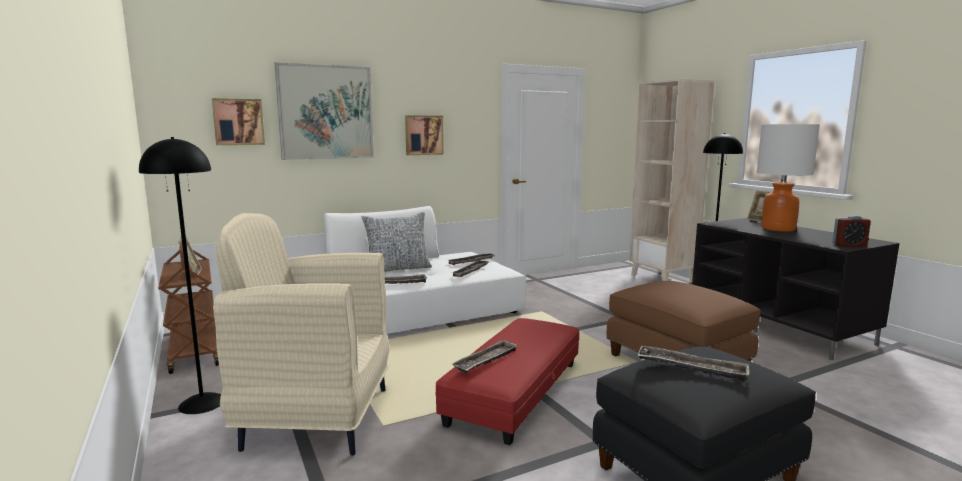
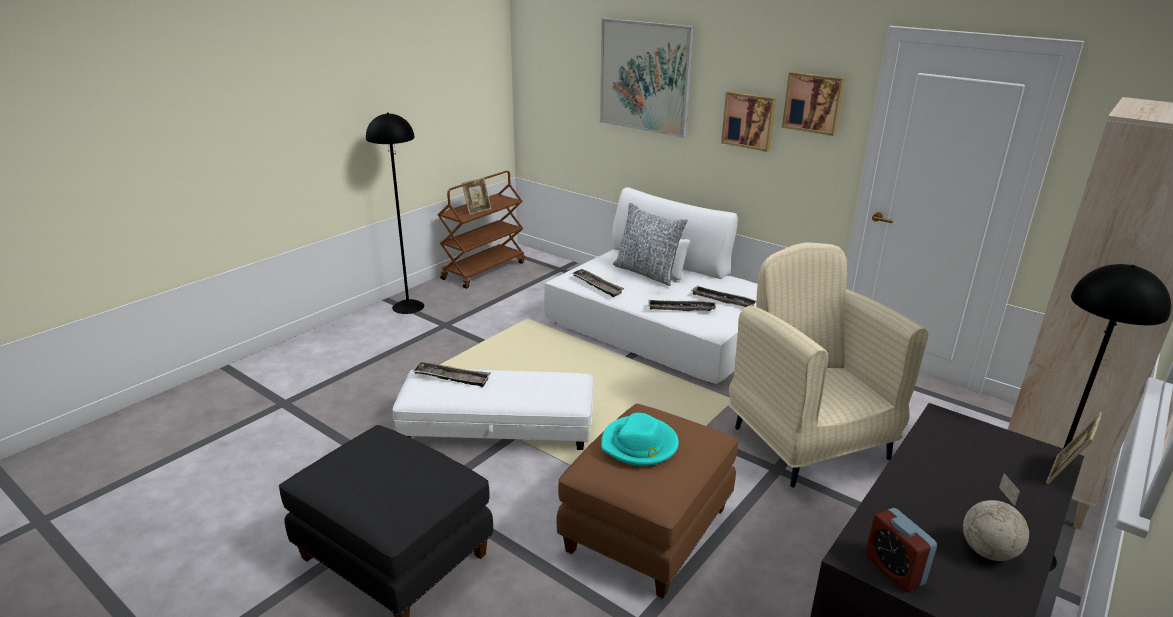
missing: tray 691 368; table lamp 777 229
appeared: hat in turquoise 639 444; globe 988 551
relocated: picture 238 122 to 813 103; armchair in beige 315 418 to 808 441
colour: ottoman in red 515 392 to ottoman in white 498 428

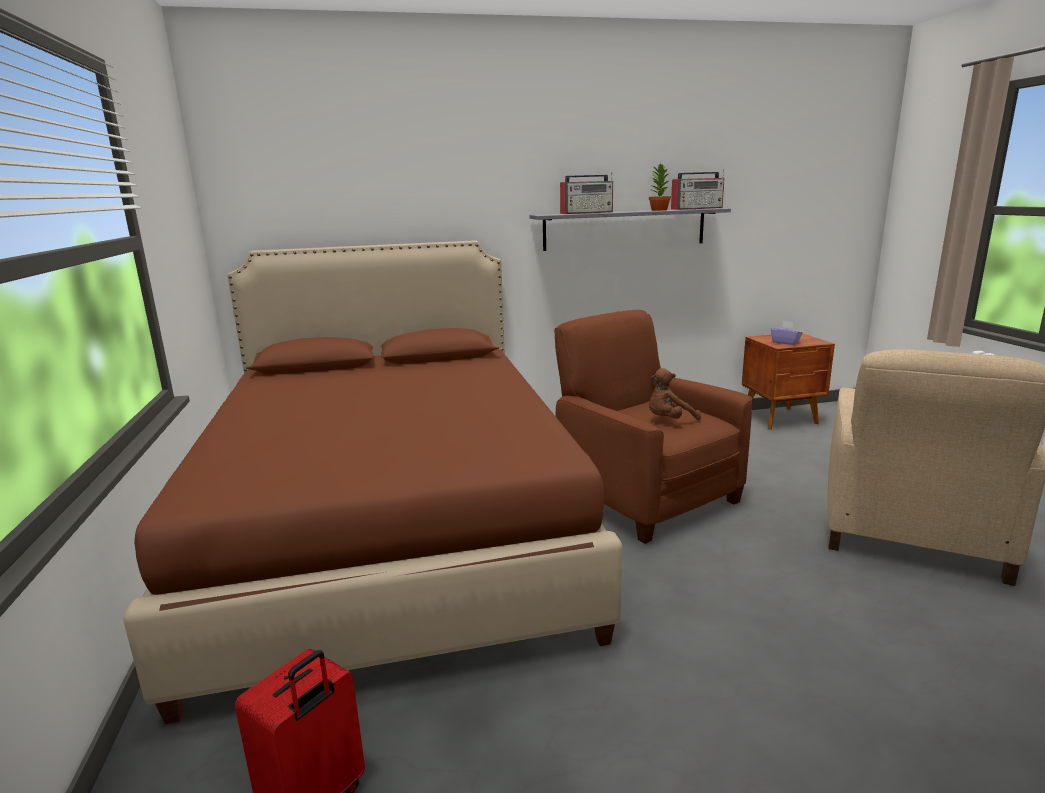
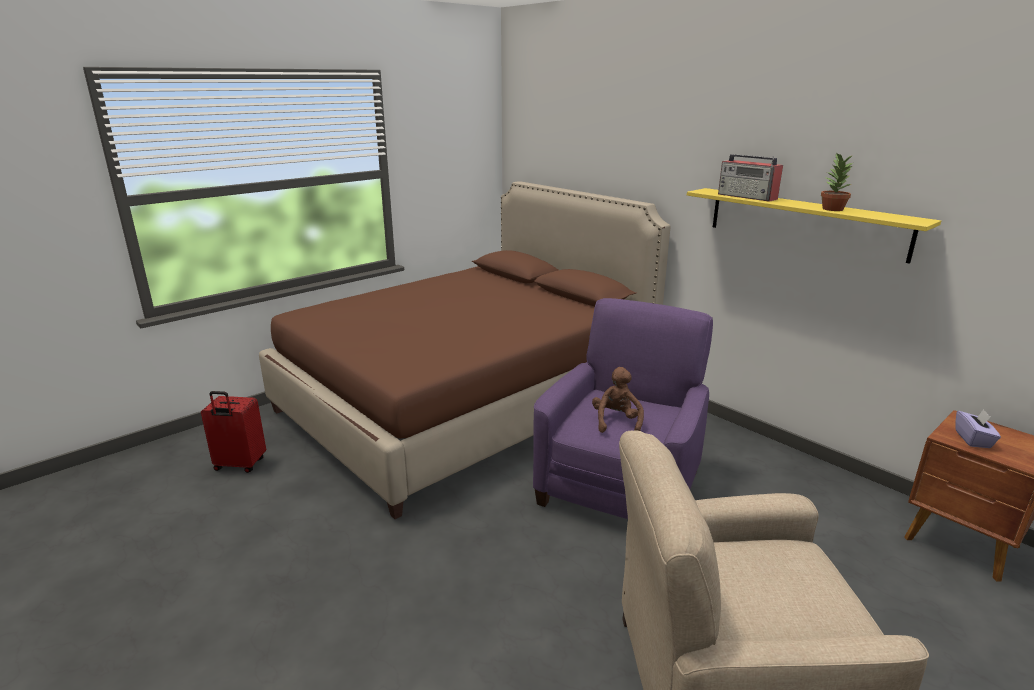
missing: radio 697 208
colour: shelf in grey 624 229 to shelf in yellow 804 222; armchair in brown 645 496 to armchair in purple 620 486
spun: plush toy in brown 669 420 = 616 422 60 degrees clockwise

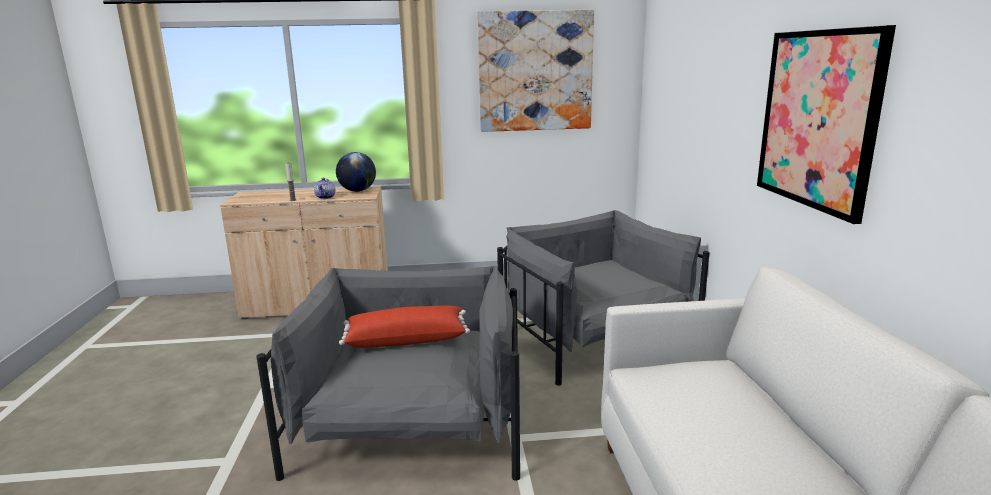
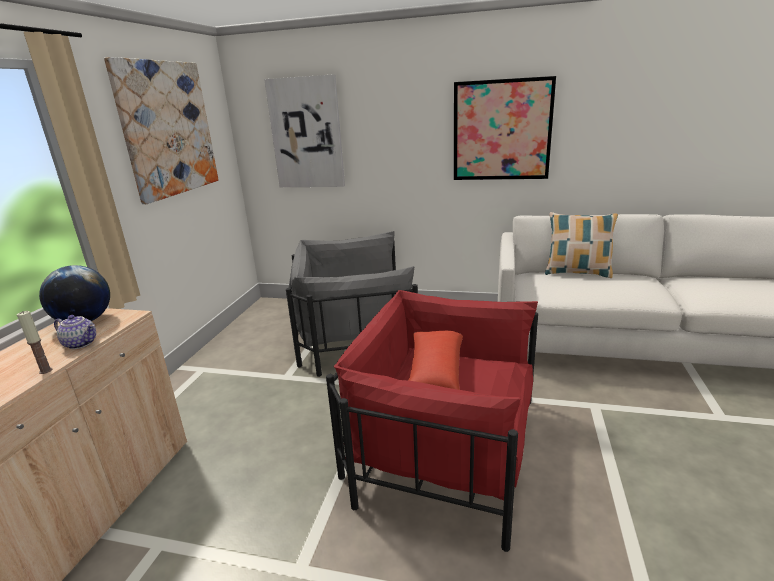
appeared: picture 306 133; pillow 577 273
colour: armchair in grey 412 423 to armchair in red 442 445

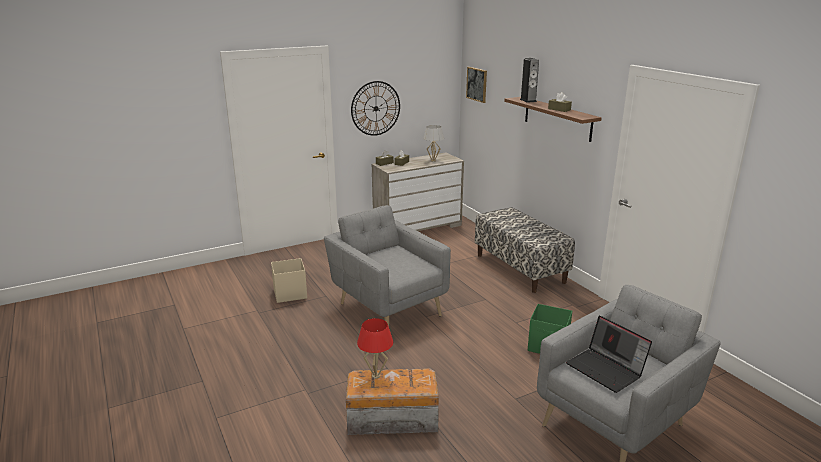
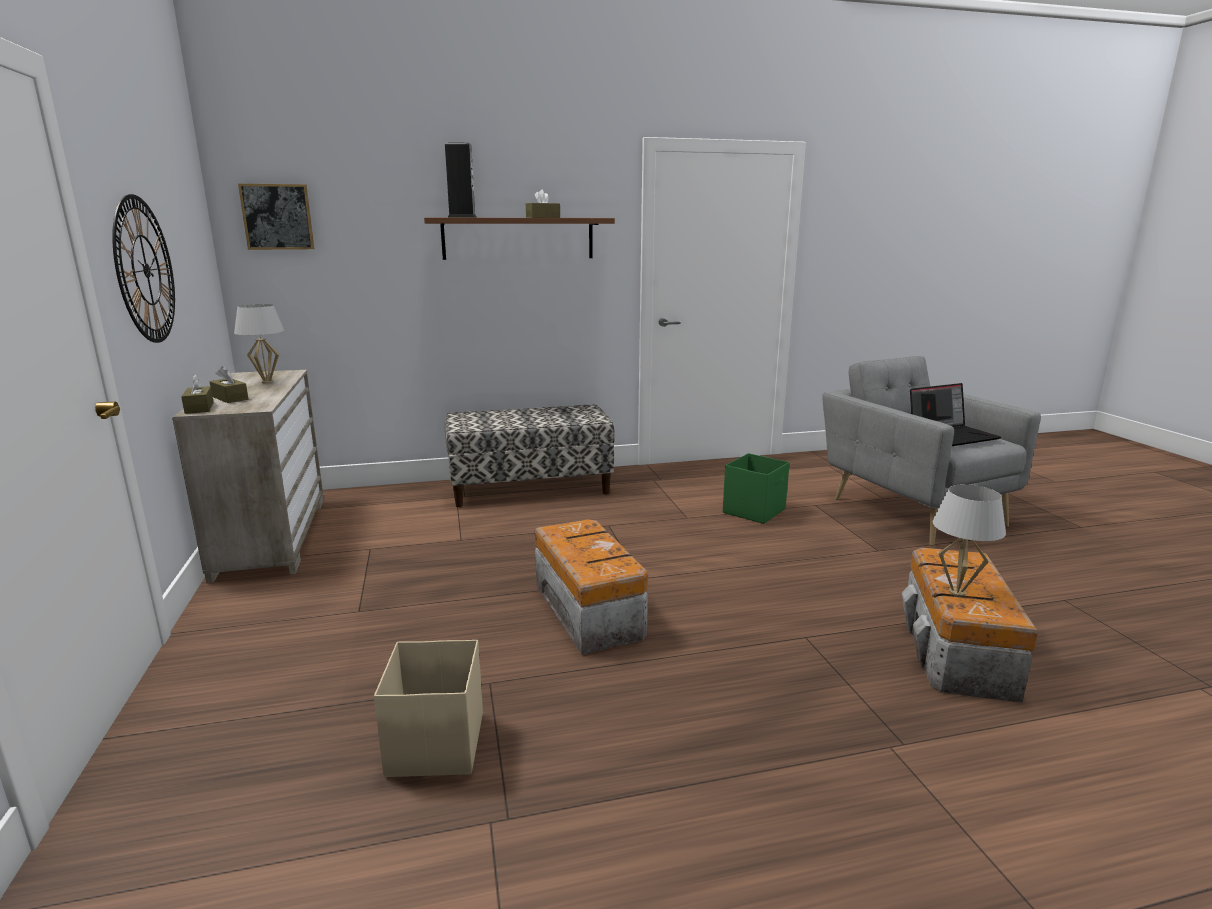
exchanged: armchair in grey 387 307 to storage box 588 610
colour: table lamp in red 376 376 to table lamp in white 957 592

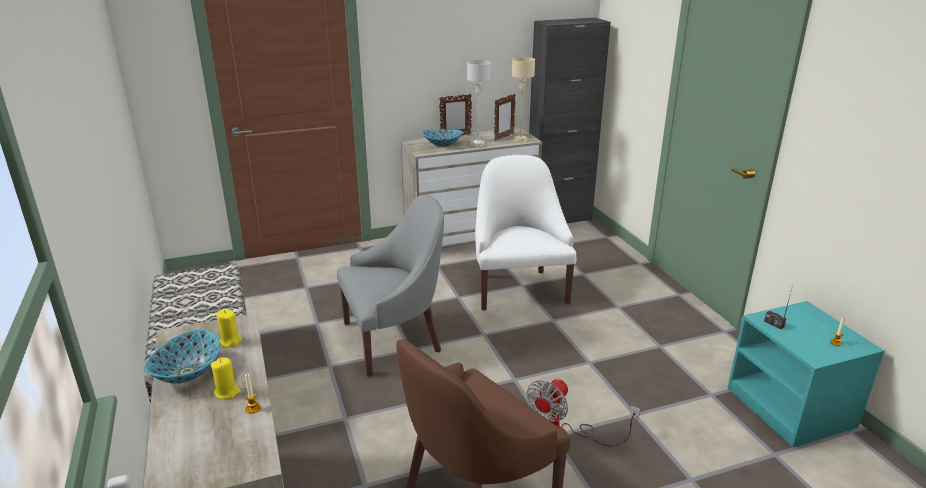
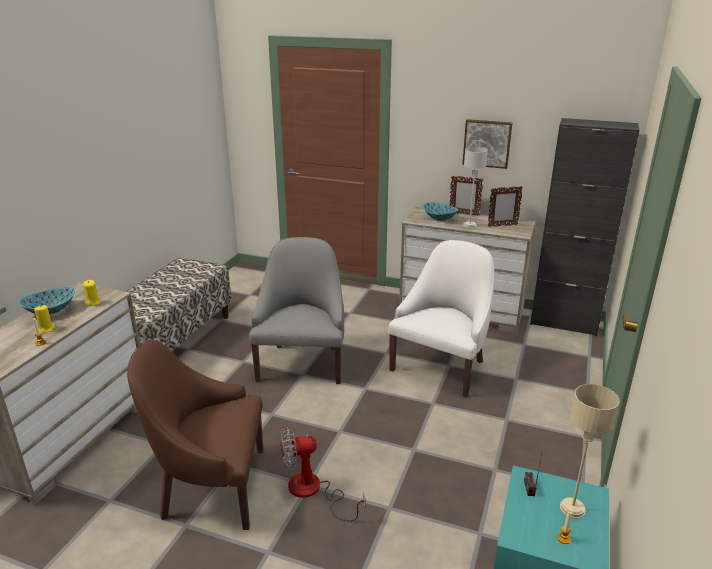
appeared: picture 487 143
relocated: table lamp in beige 520 139 to 572 508
spun: armchair in grey 394 339 = 302 363 105 degrees counterclockwise

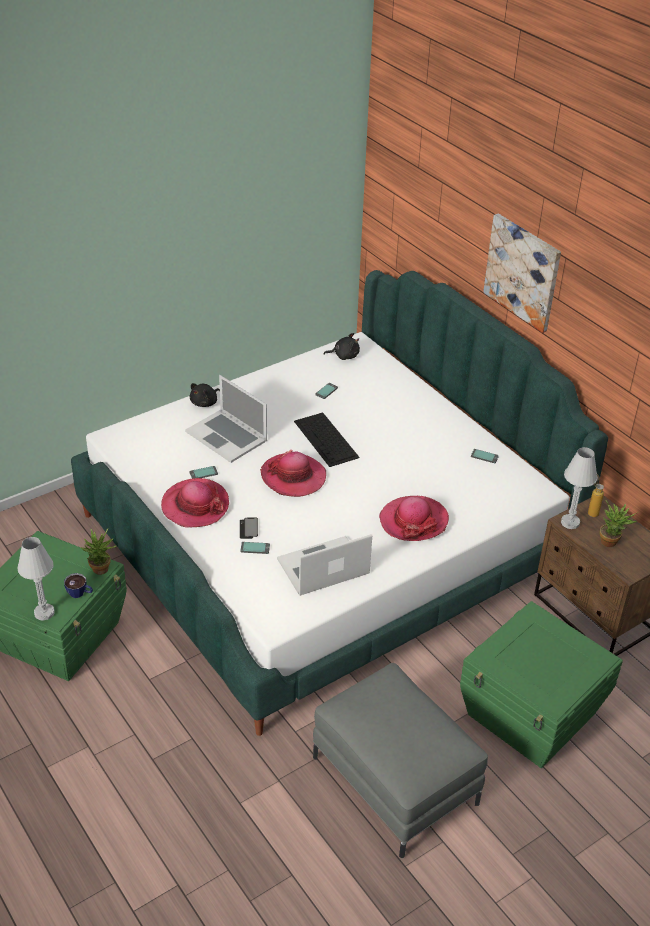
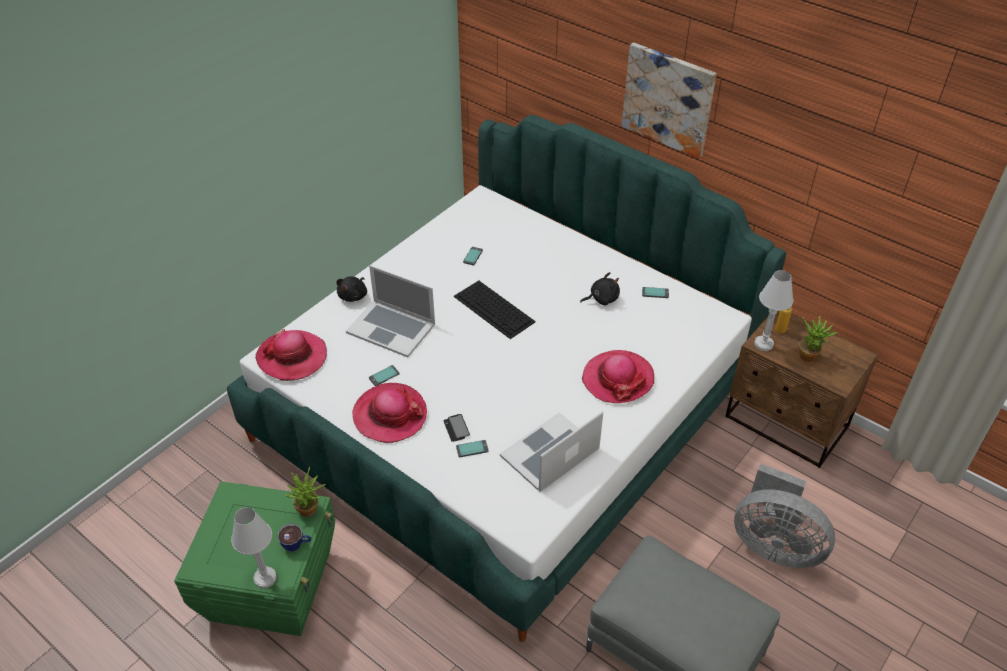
relocated: hat 293 477 to 292 357; plush toy in black 344 356 to 602 299
exchanged: storage box in green 531 716 to fan in grey 773 545

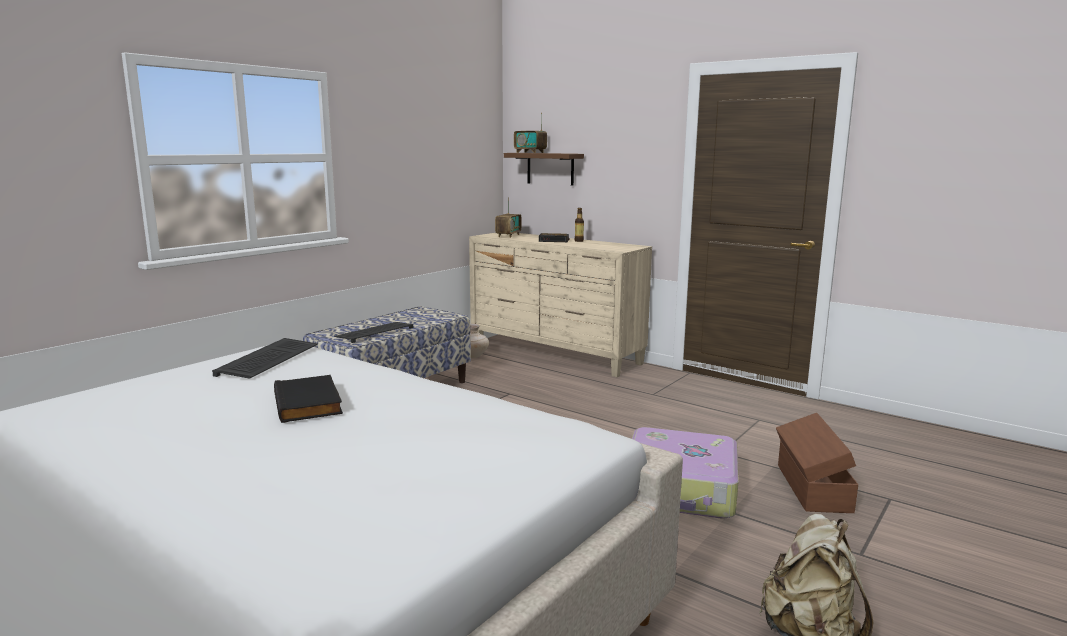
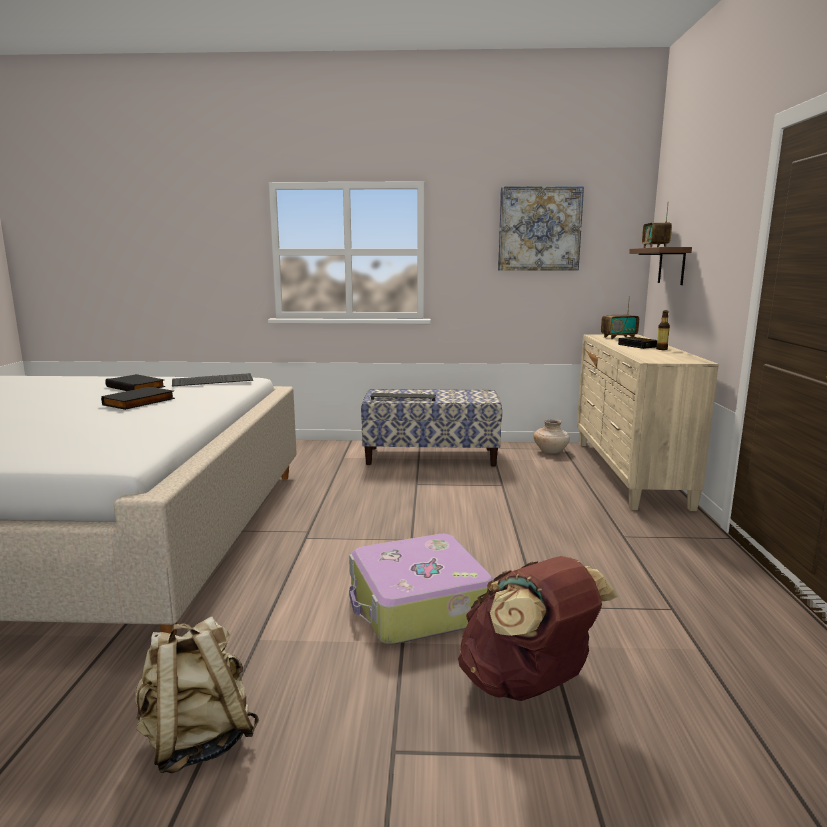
appeared: book in black 137 387; picture 539 229
exchanged: storage box in brown 812 488 to backpack in brown 527 684

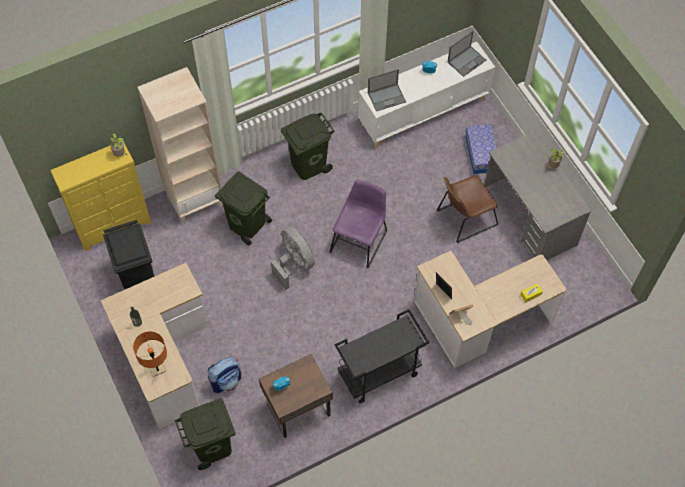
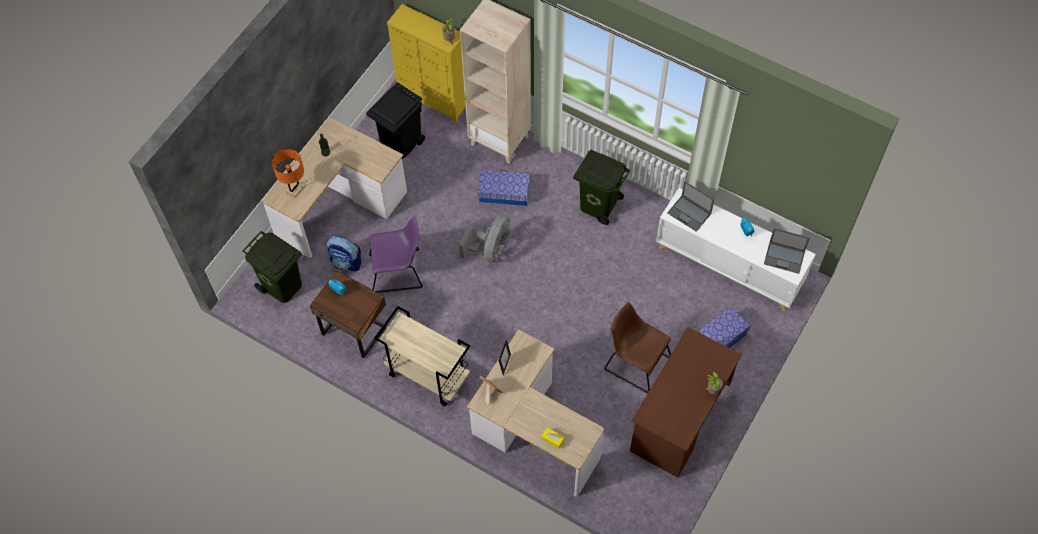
relocated: chair in purple 359 239 to 399 271
exchanged: trash can in green 247 224 to storage box 504 193
colour: cart in black 378 374 to cart in beige 427 375; desk in grey 529 216 to desk in brown 680 418

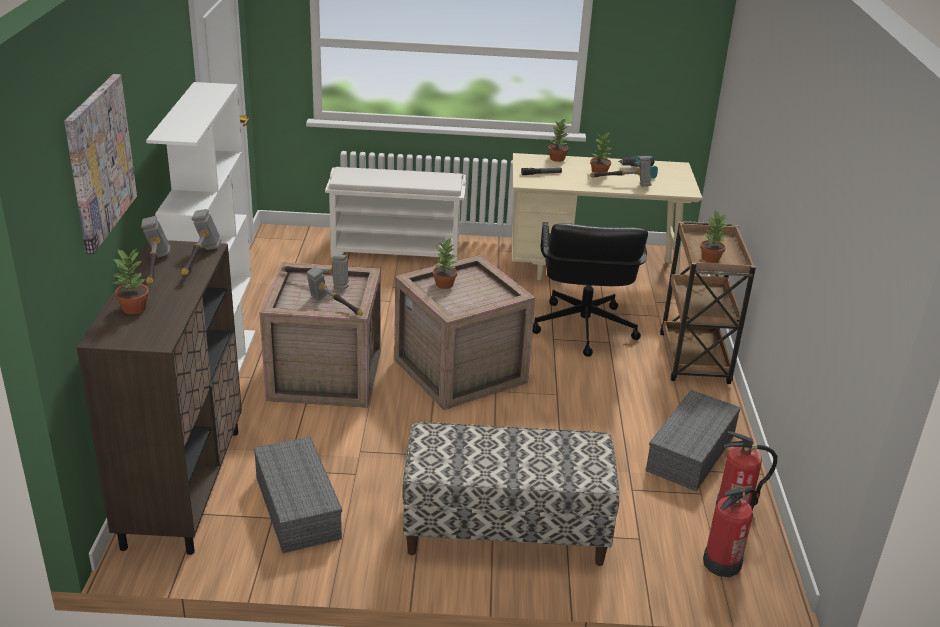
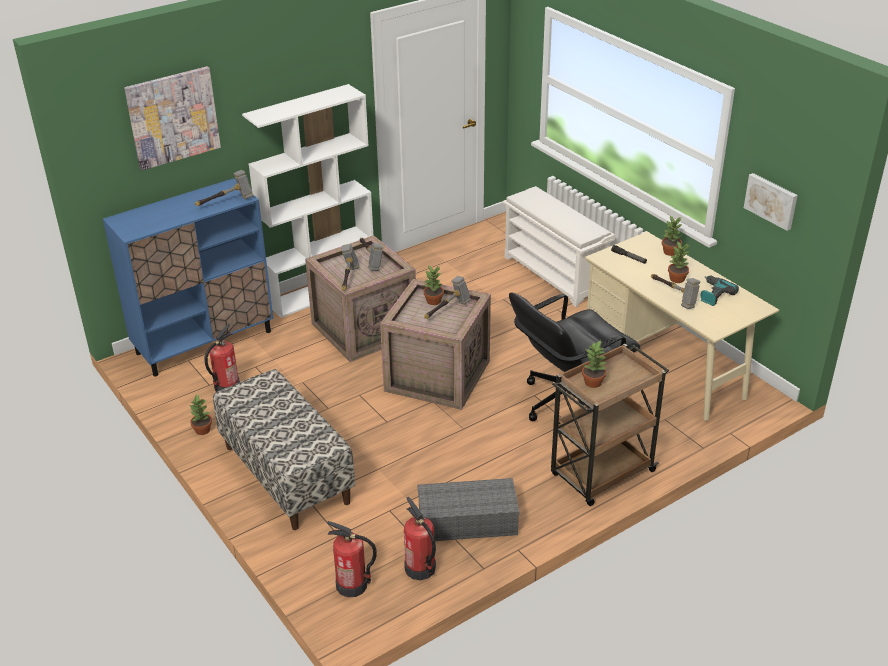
appeared: picture 771 200
relocated: potted plant 134 308 to 202 430; hammer 155 270 to 447 310
exchanged: storage box in grey 296 506 to fire extinguisher 226 387
colour: cabinet in brown 183 486 to cabinet in blue 205 342

